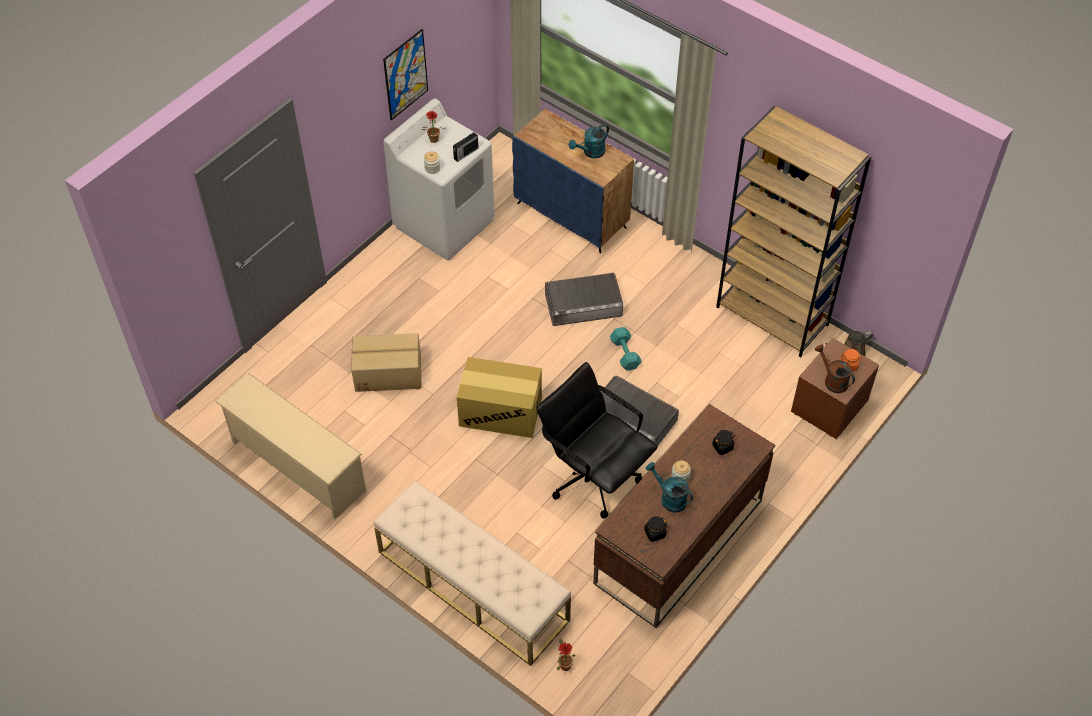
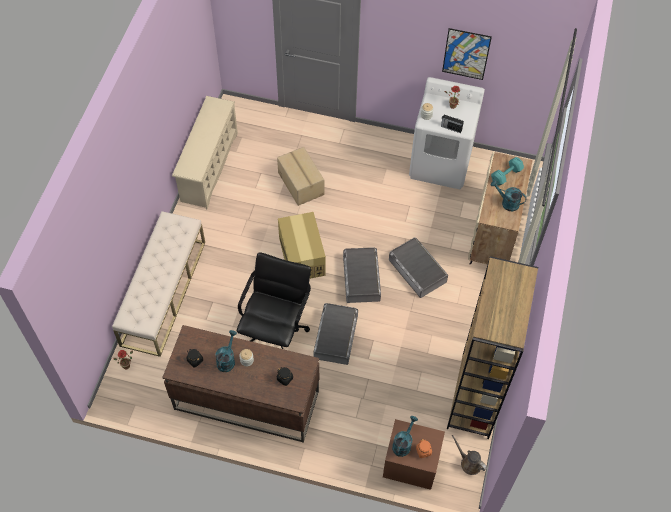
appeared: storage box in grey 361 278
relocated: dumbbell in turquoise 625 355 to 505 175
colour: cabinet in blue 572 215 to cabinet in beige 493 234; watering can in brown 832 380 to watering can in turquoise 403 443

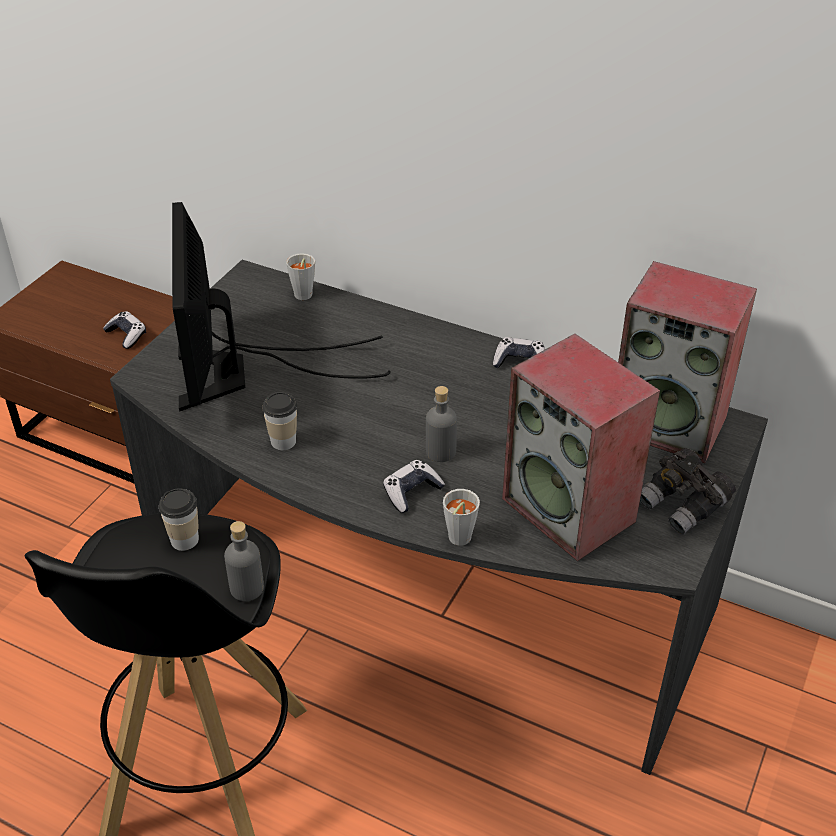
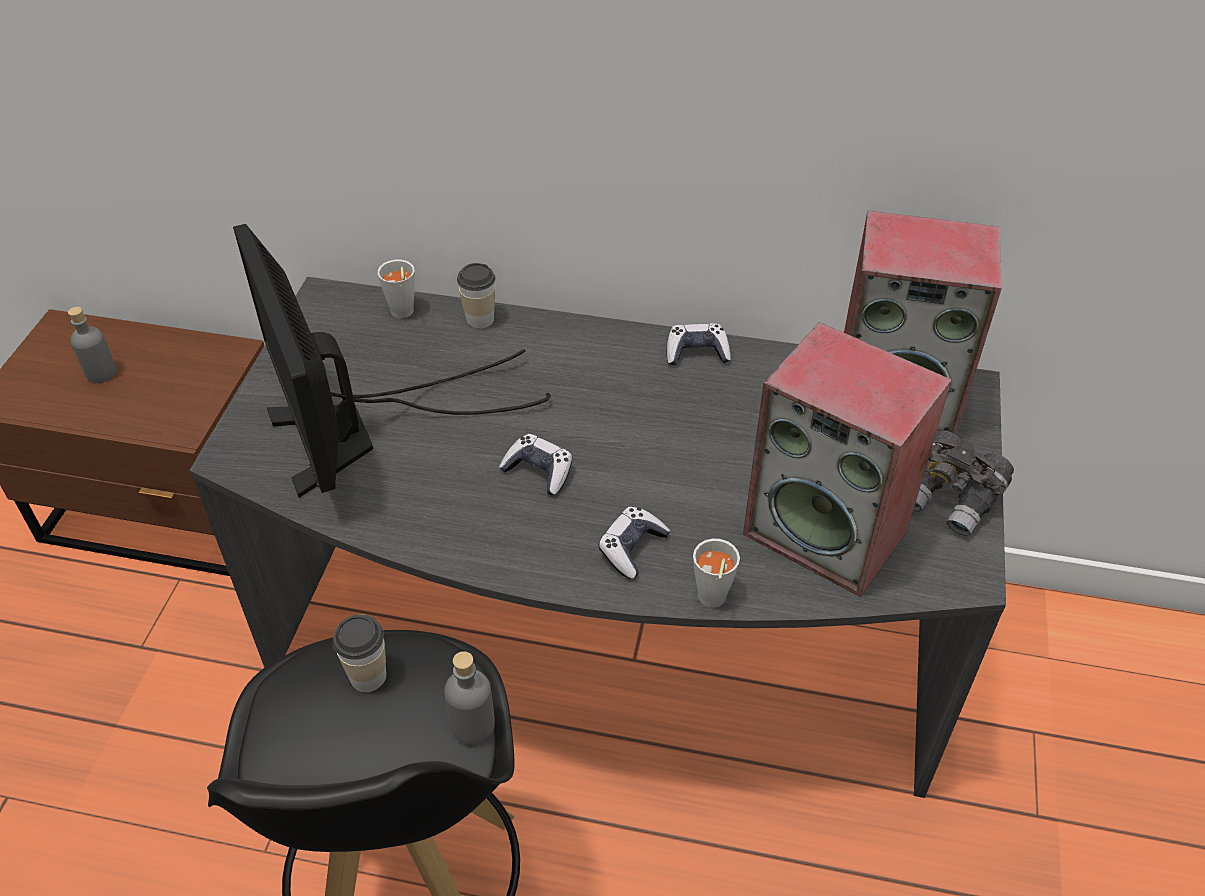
relocated: game controller 127 335 to 539 471; cup 283 441 to 480 319; bottle in grey 440 452 to 101 373

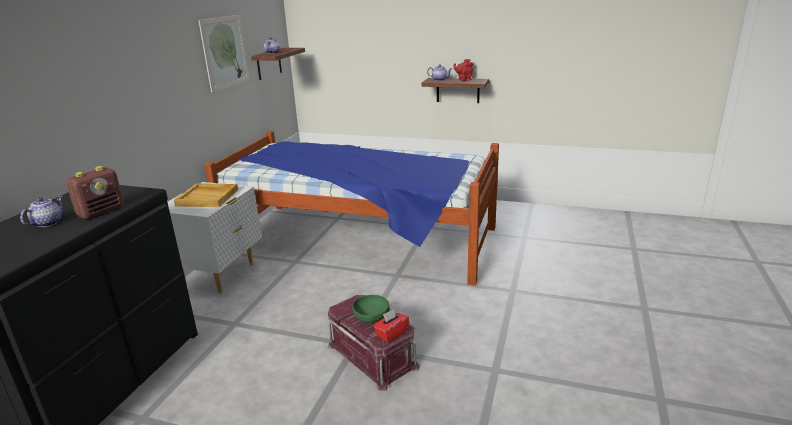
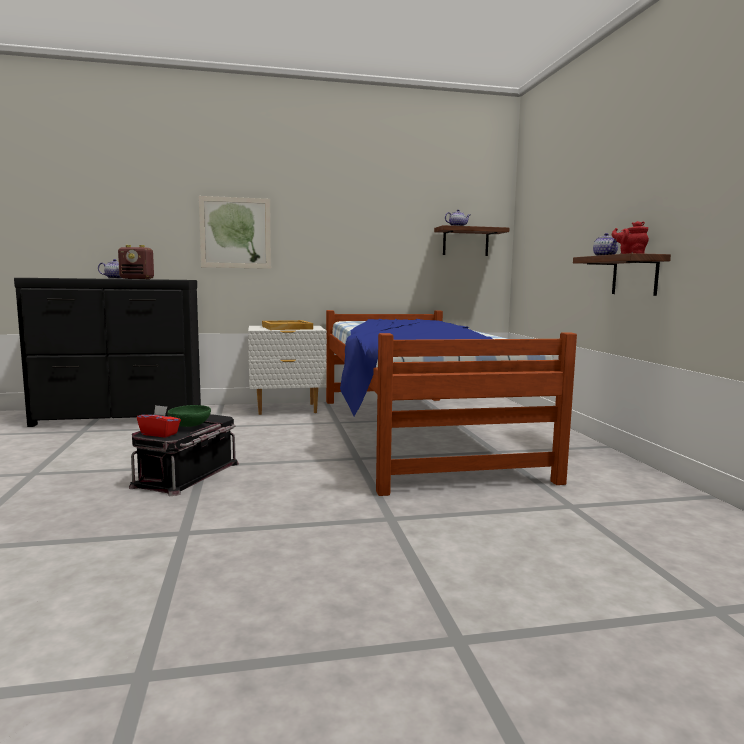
relocated: picture 225 52 to 235 233
colour: storage box in red 373 355 to storage box in black 188 475

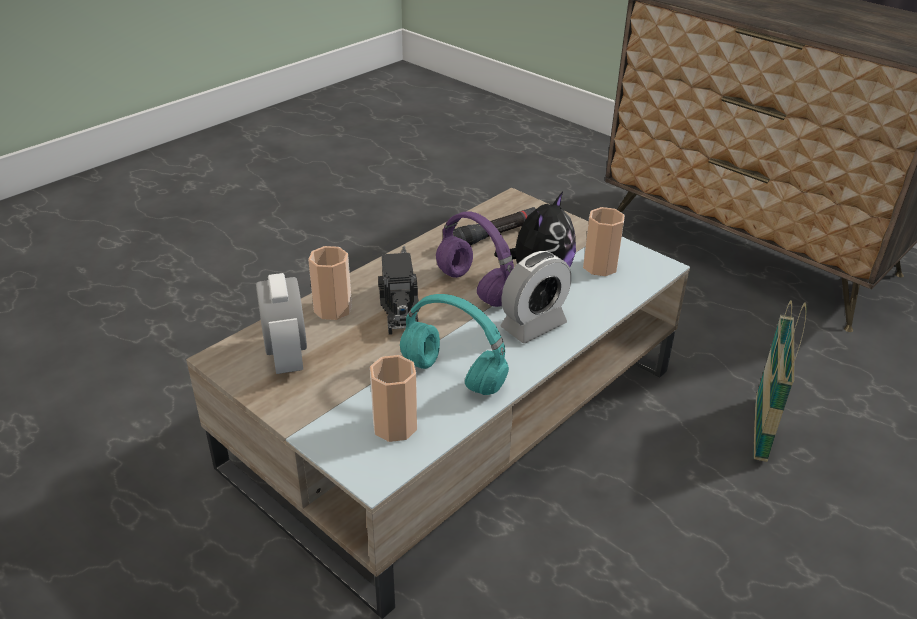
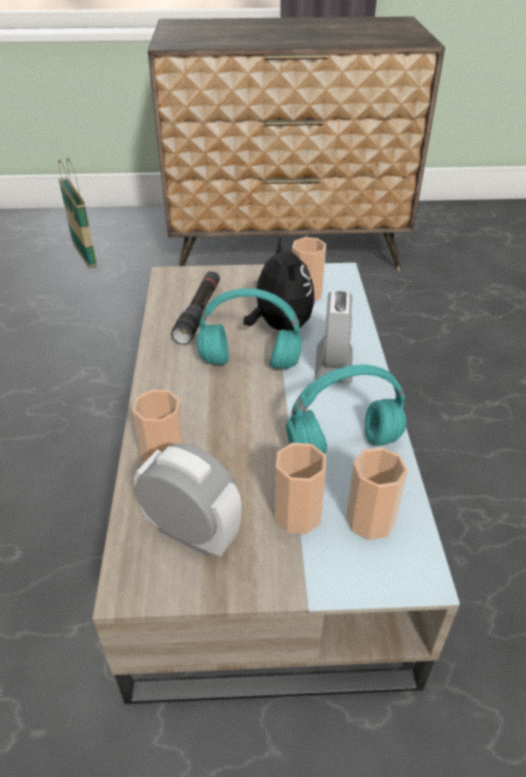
missing: toy truck 399 307
appeared: cup 297 515
relocated: basket 760 430 to 84 255
colour: headphones in purple 473 287 to headphones in turquoise 248 363

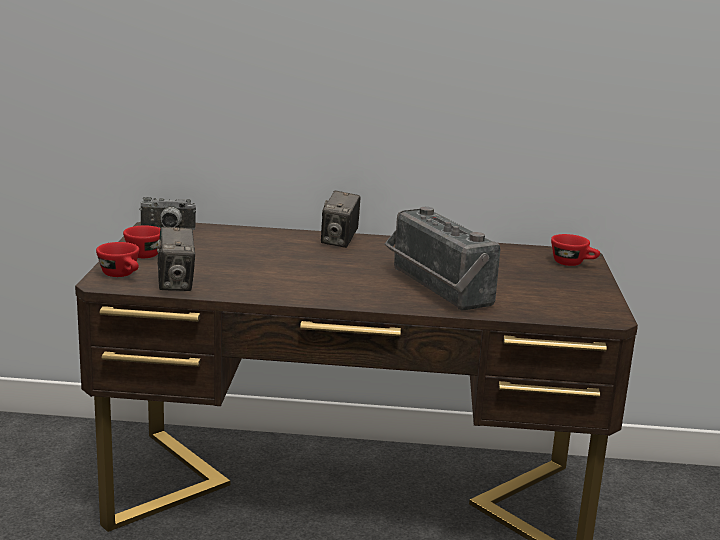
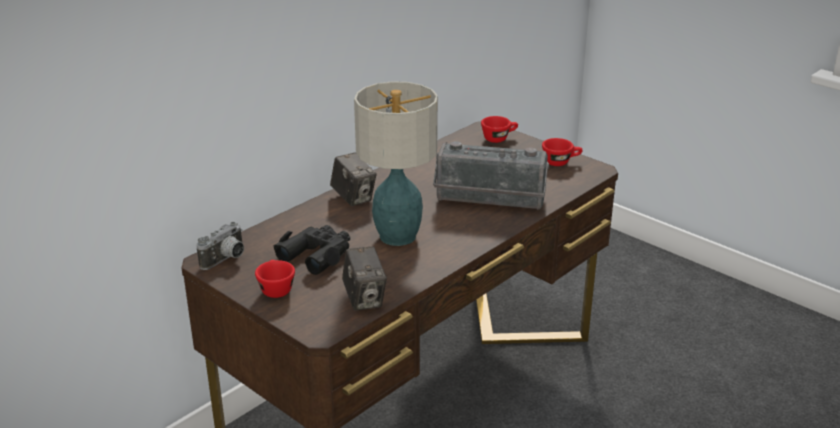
appeared: binoculars in black 317 254; table lamp 396 236
relocated: cup in red 122 275 to 561 162
spun: photo camera 176 284 = 364 299 45 degrees clockwise

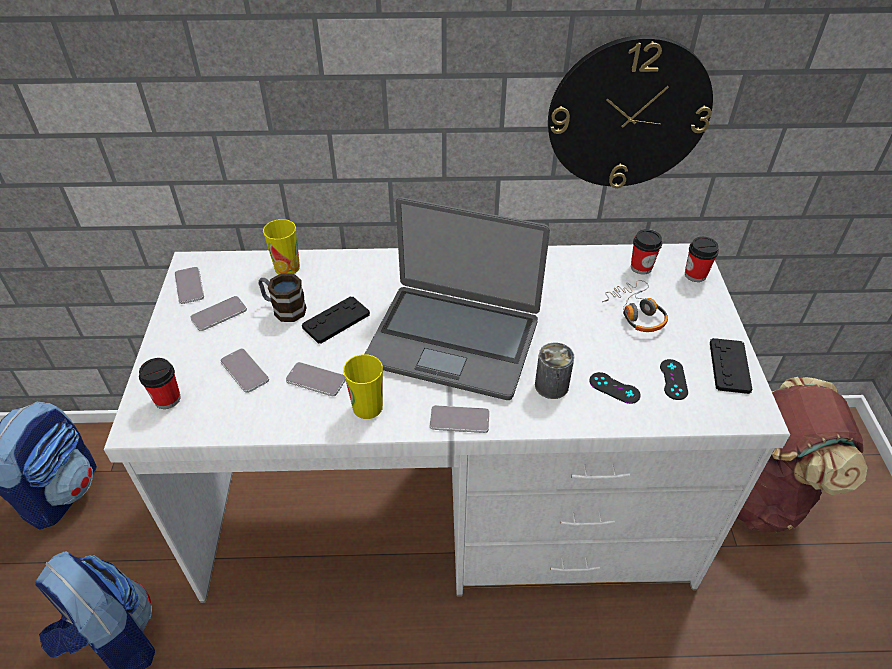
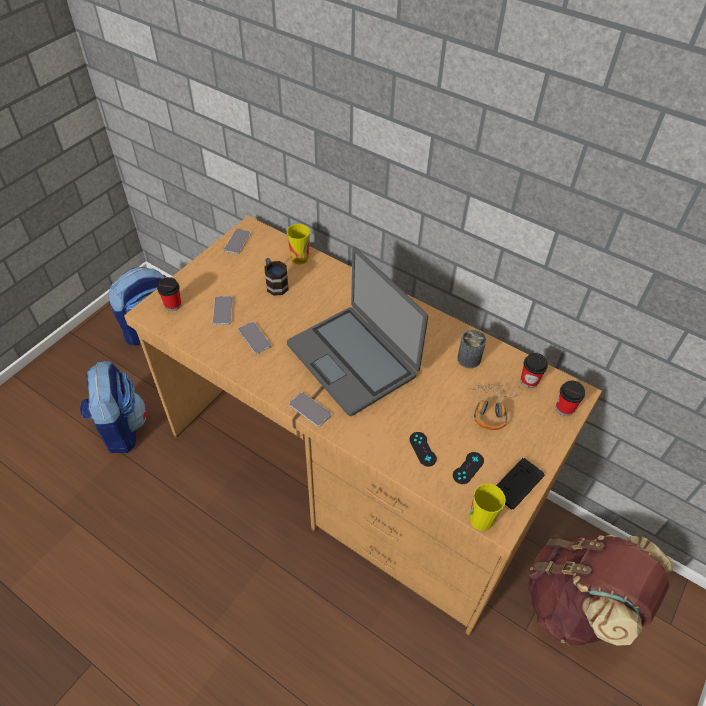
missing: phone 219 314; game controller in black 336 321; wall clock 628 114
relocated: cup 367 407 to 481 519; can 551 385 to 469 359
colour: desk in white 447 505 to desk in brown 350 471

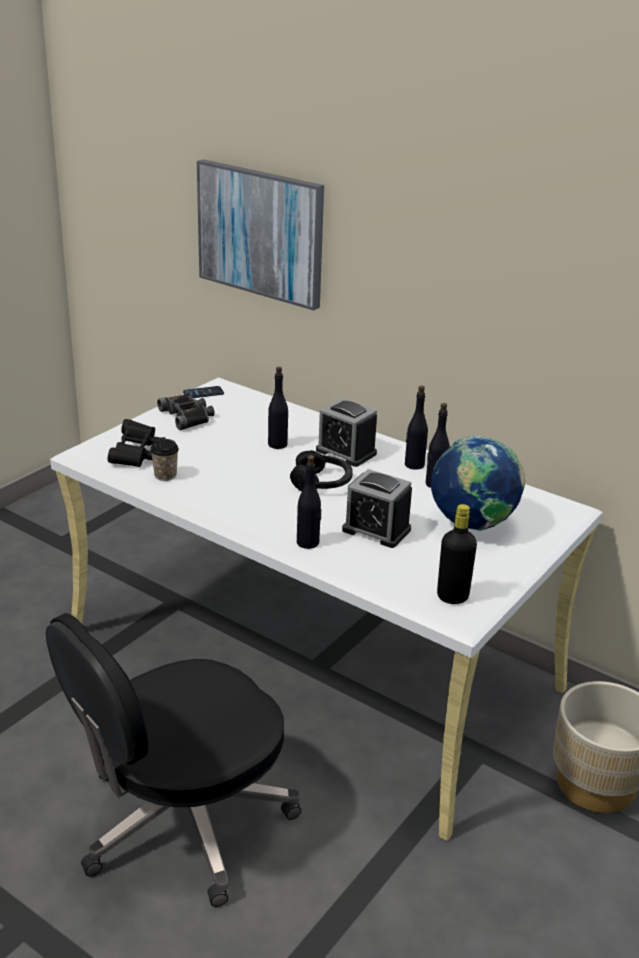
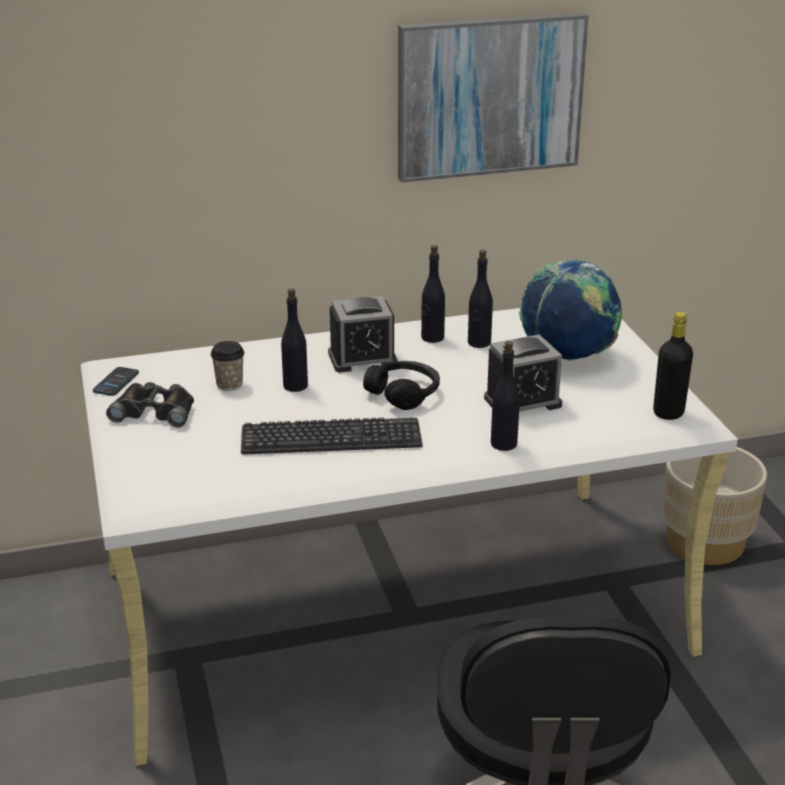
missing: binoculars in black 137 456
appeared: keyboard 331 438
relocated: cup 165 475 to 229 384; picture 261 233 to 489 96

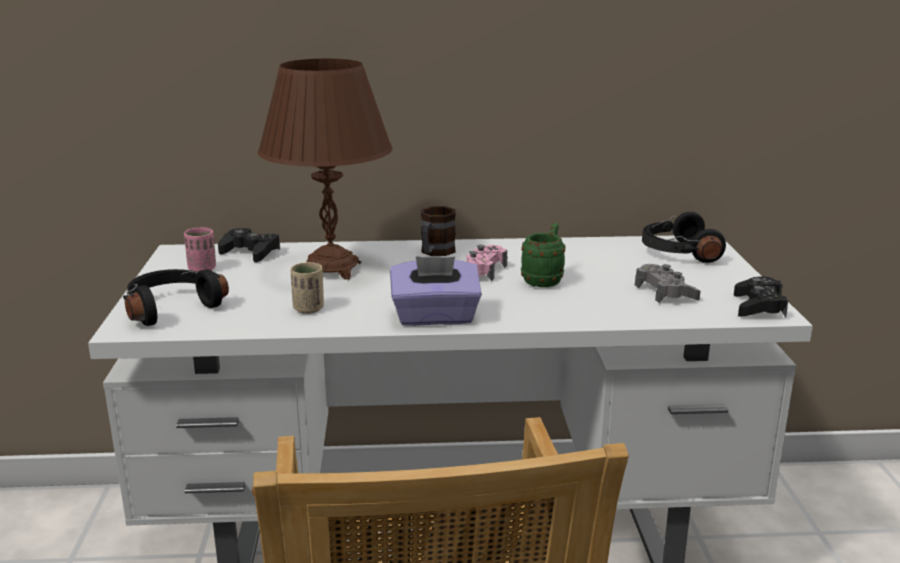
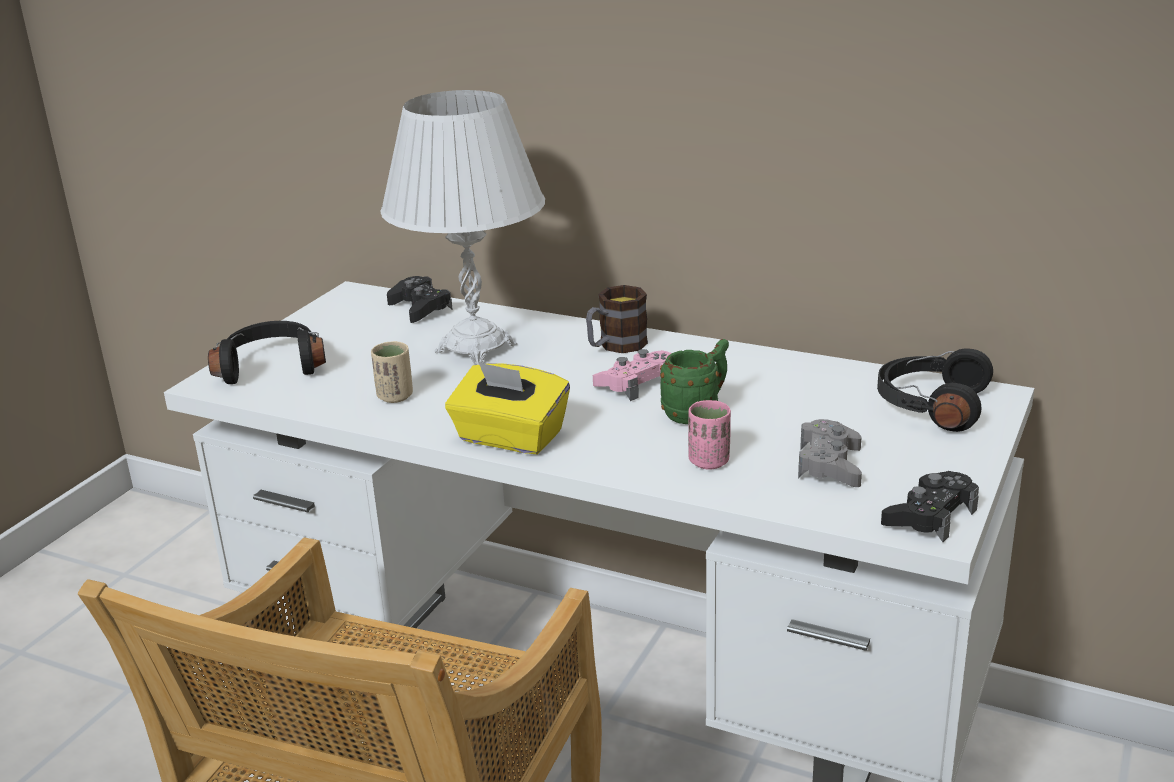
relocated: cup in pink 202 269 to 709 461
colour: table lamp in brown 332 270 to table lamp in white 476 348; tissue box in purple 435 317 to tissue box in yellow 510 438

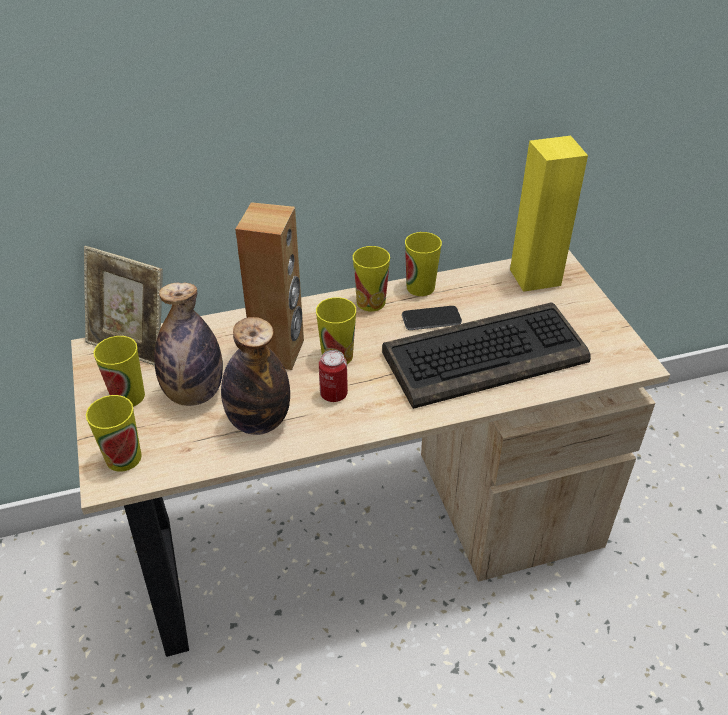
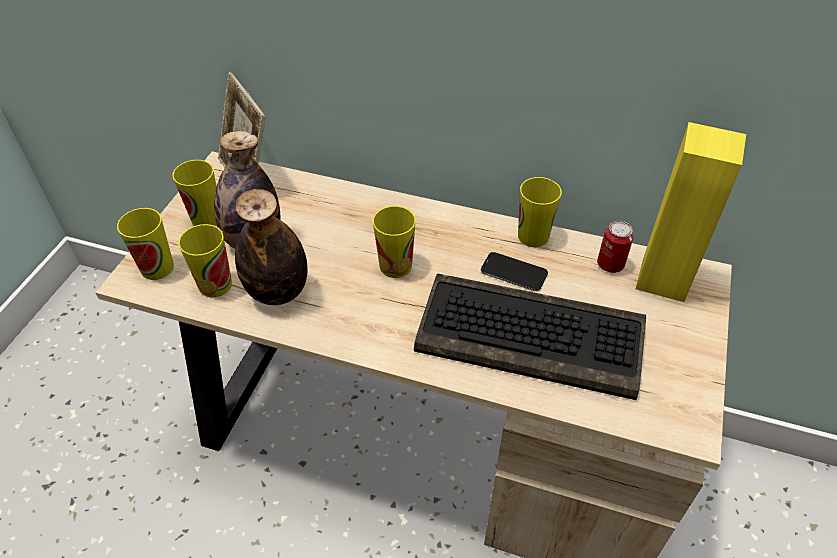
missing: speaker in brown 279 352
relocated: can 333 394 to 610 264; cup 371 302 to 215 284

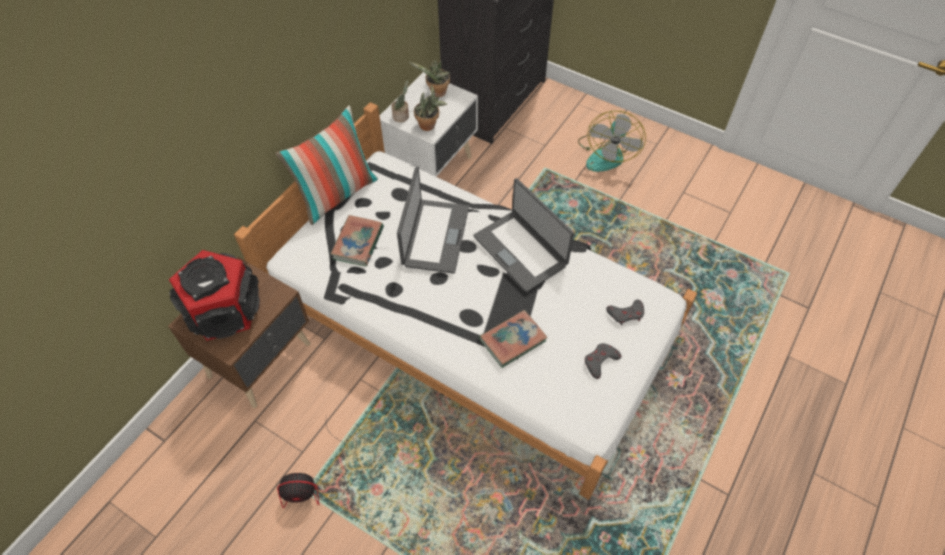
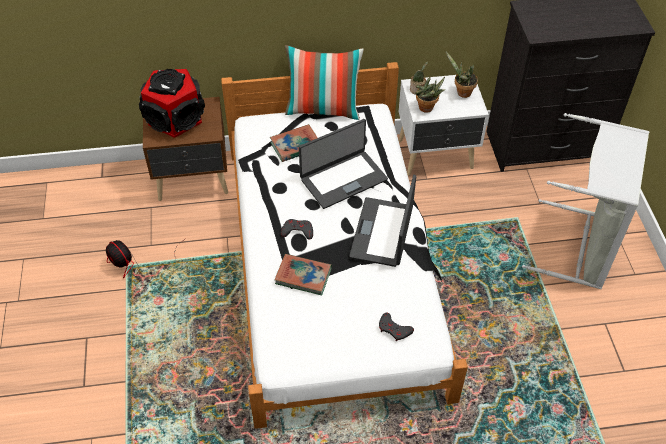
relocated: game controller in grey 600 361 to 297 231
exchanged: fan 606 153 to laundry basket in grey 581 247

